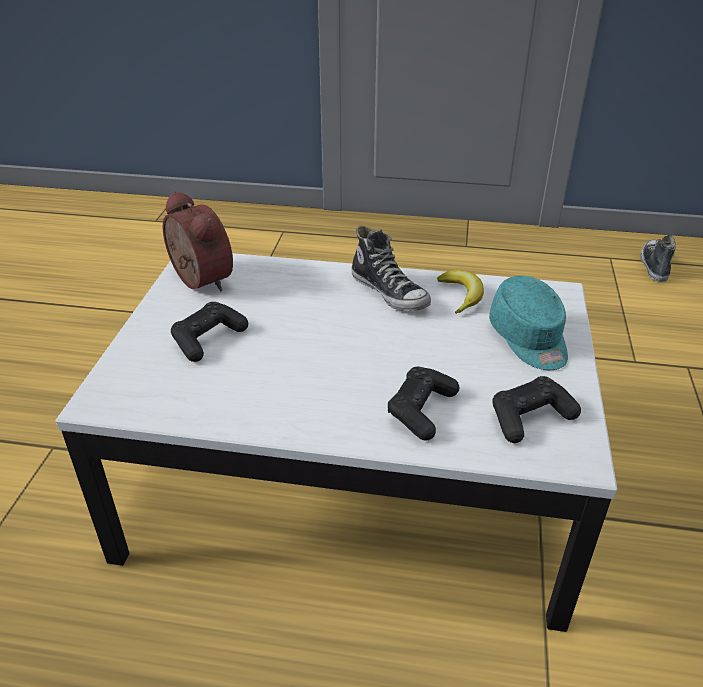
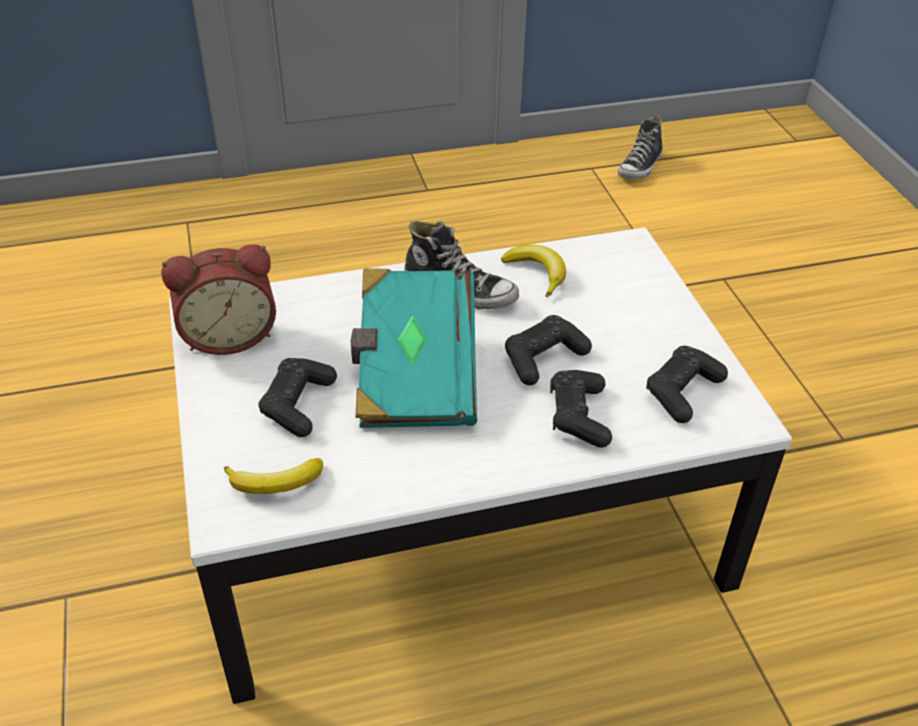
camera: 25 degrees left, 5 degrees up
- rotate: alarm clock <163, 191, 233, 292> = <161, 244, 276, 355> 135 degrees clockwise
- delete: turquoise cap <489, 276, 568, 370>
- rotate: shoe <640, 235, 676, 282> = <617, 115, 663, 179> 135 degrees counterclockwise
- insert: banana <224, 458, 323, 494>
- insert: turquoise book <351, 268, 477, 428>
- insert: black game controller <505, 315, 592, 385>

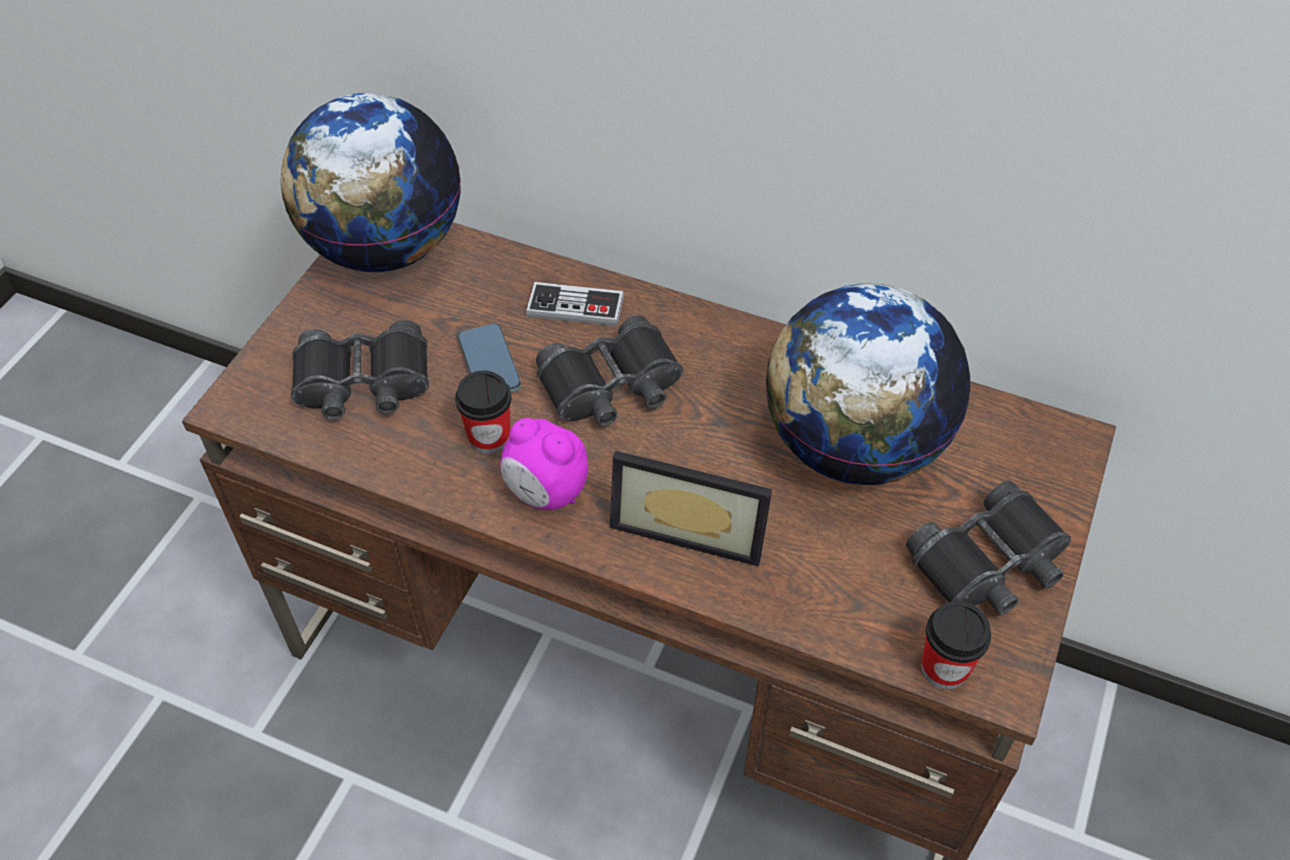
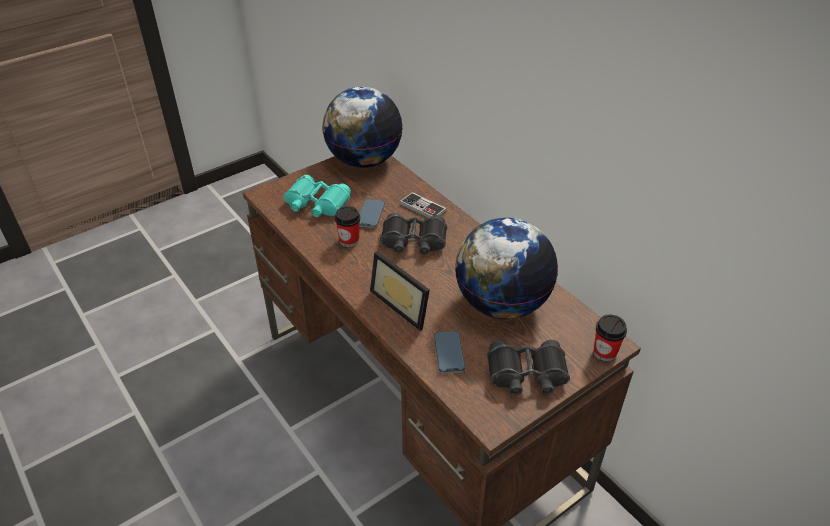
camera: 30 degrees right, 10 degrees down
- recolor: black binoculars <291, 320, 429, 420> to turquoise binoculars <284, 175, 351, 217>
- delete: alarm clock <500, 418, 588, 510>
- move: cup <921, 601, 991, 689> to <594, 315, 627, 361>
- insert: phone <434, 331, 465, 374>

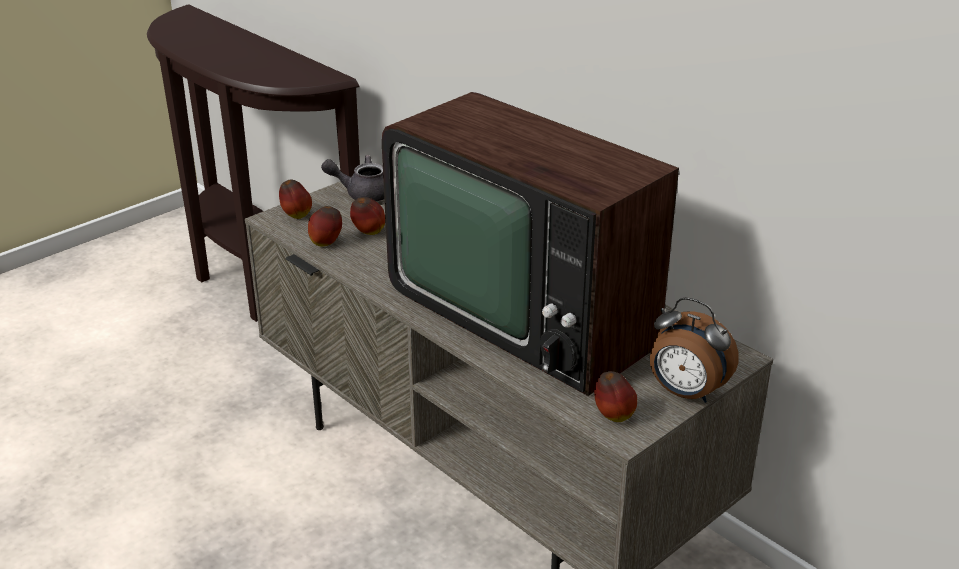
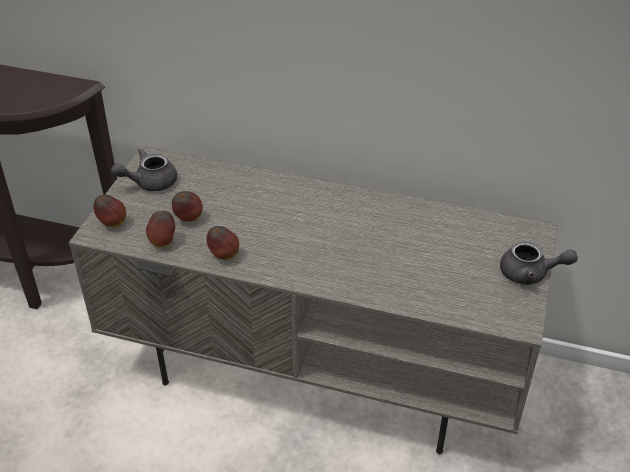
camera: 30 degrees left, 10 degrees up
- delete: television <382, 92, 679, 396>
- move: apple <594, 371, 637, 422> to <206, 226, 239, 260>
- replace: alarm clock <650, 297, 739, 403> to grey teapot <500, 241, 578, 285>

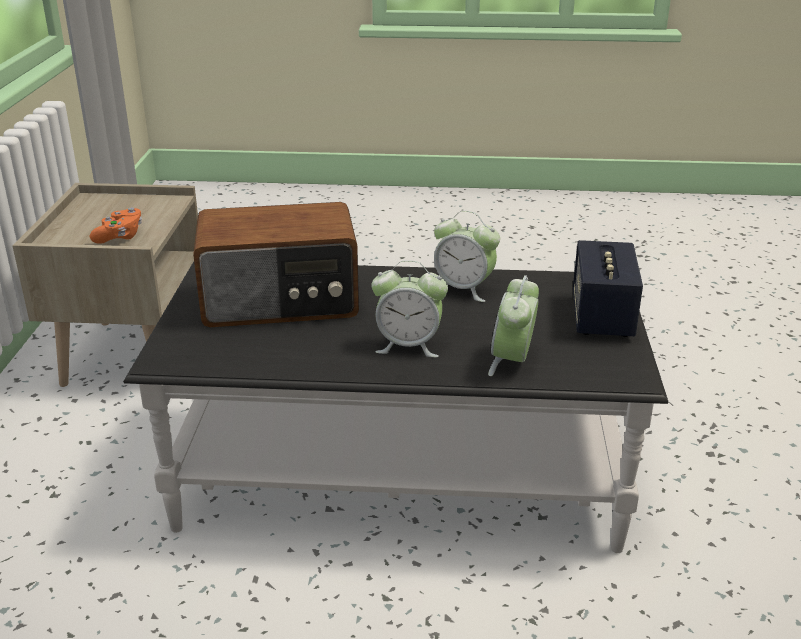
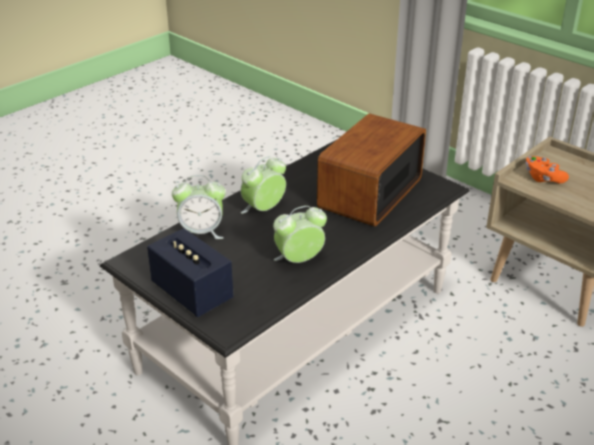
camera: 130 degrees right, 5 degrees up
- rotate: alarm clock <488, 275, 539, 376> = <172, 175, 226, 239> 120 degrees clockwise

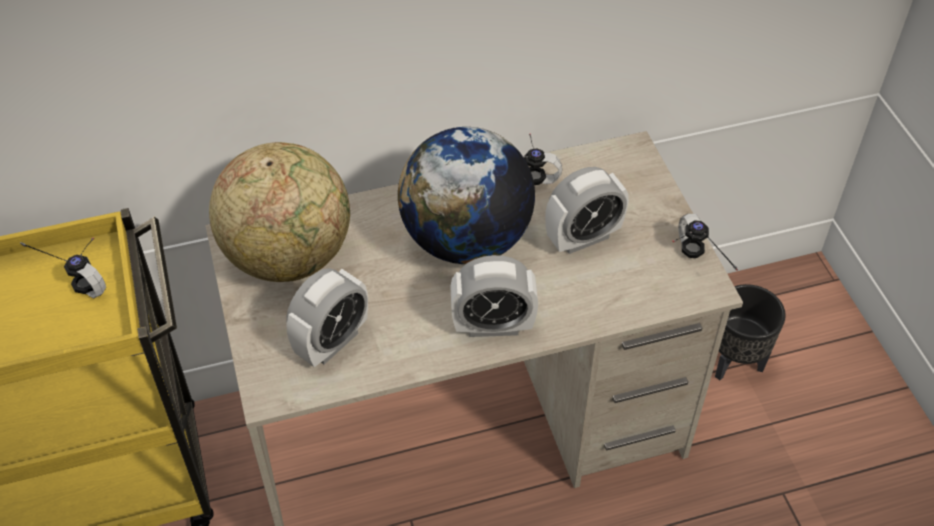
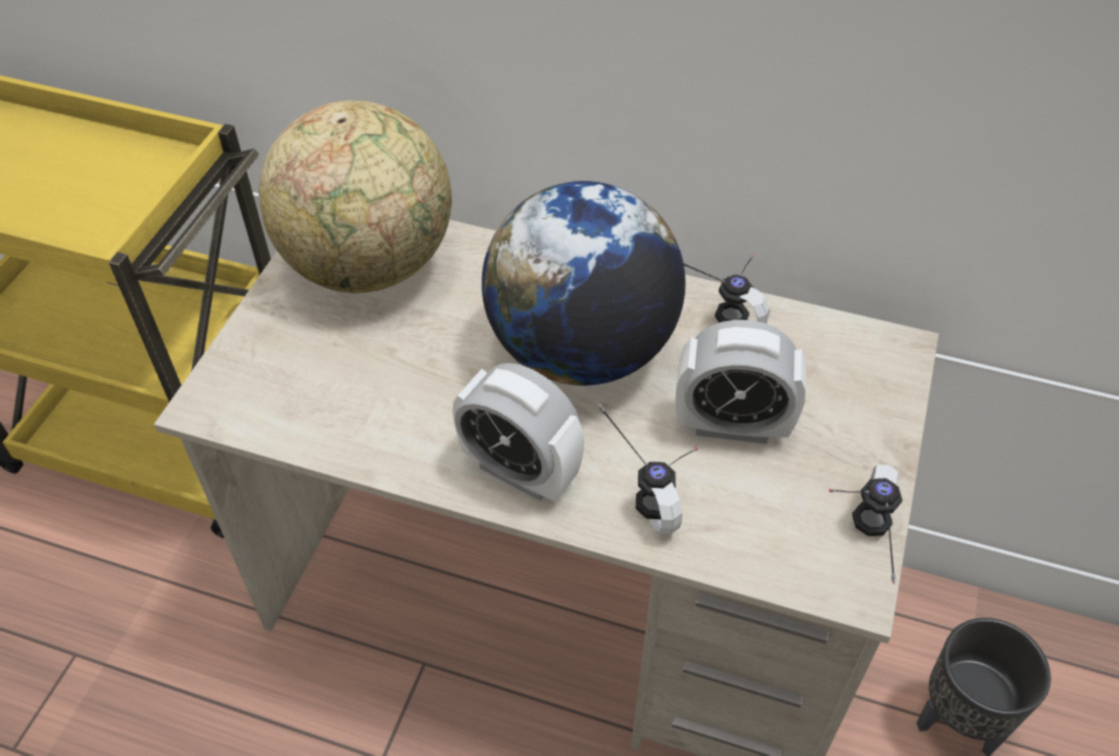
camera: 35 degrees right, 0 degrees up
- move: headphones <20, 237, 106, 298> to <599, 404, 698, 534>
- delete: alarm clock <286, 268, 368, 367>

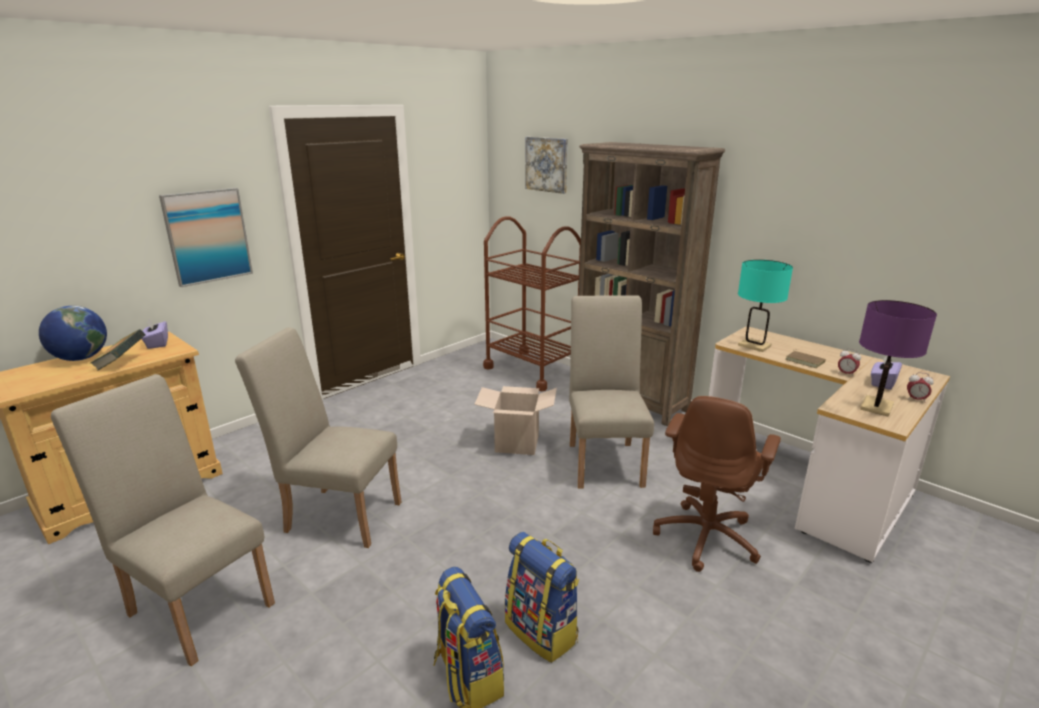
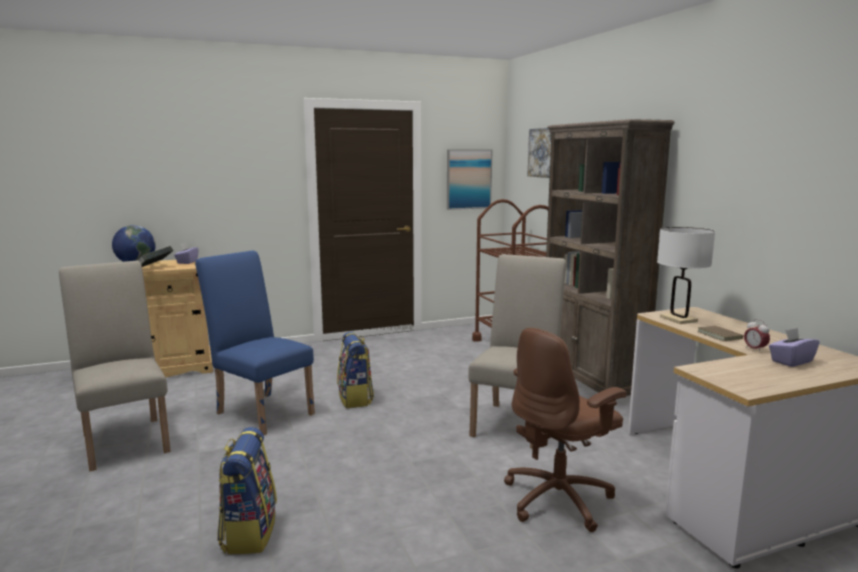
camera: 25 degrees right, 10 degrees down
- move: picture <159, 188, 253, 287> to <447, 149, 493, 210>
- recolor: beige chair <235, 327, 402, 548> to blue chair <195, 250, 315, 435>
- delete: cardboard box <474, 386, 557, 455>
- move: backpack <505, 532, 579, 663> to <337, 332, 374, 408>
- recolor: turquoise table lamp <738, 260, 793, 352> to white table lamp <657, 227, 715, 324>
- delete: purple table lamp <859, 300, 937, 417>
- delete: alarm clock <907, 372, 934, 402>

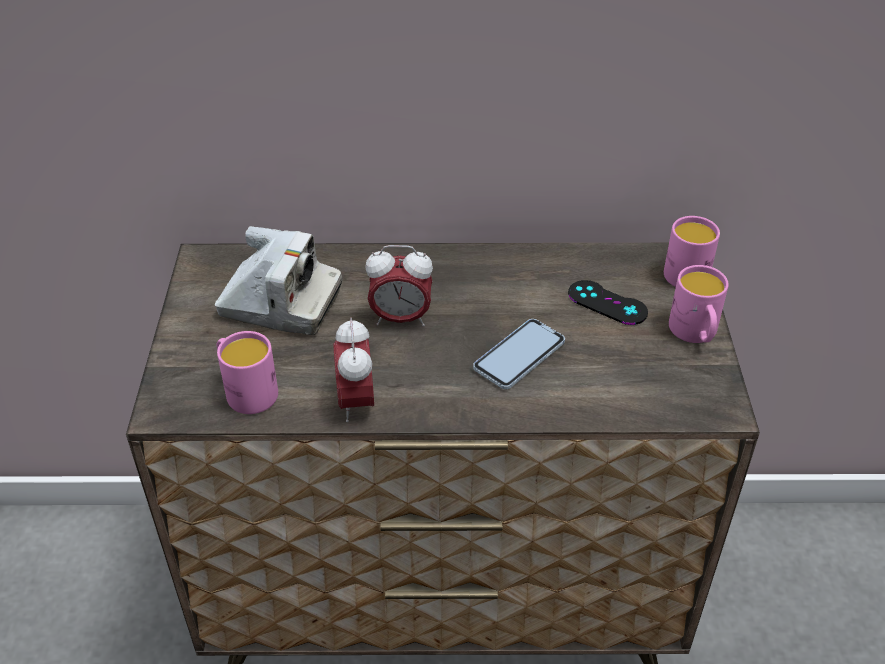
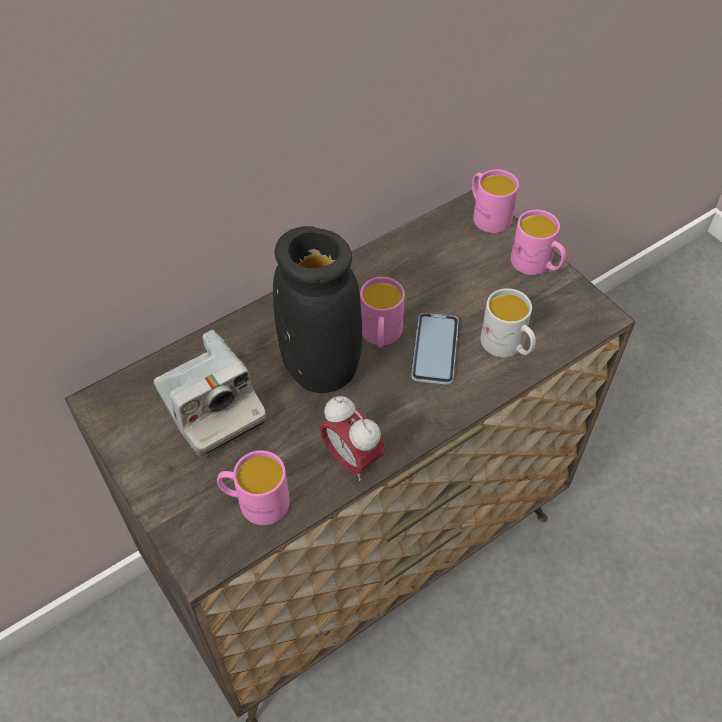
camera: 35 degrees left, 10 degrees up
- rotate: photo camera <215, 226, 342, 335> = <154, 330, 266, 458> 75 degrees clockwise
- replace: alarm clock <365, 245, 433, 326> to black vase <273, 226, 362, 393>
- delete: black game controller <568, 280, 648, 325>
- insert: pink mug <360, 277, 405, 347>
- insert: white mug <481, 288, 536, 357>

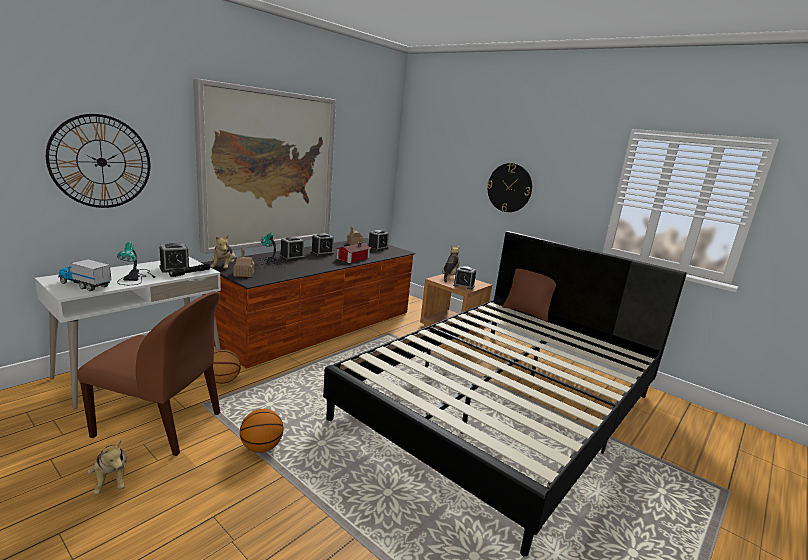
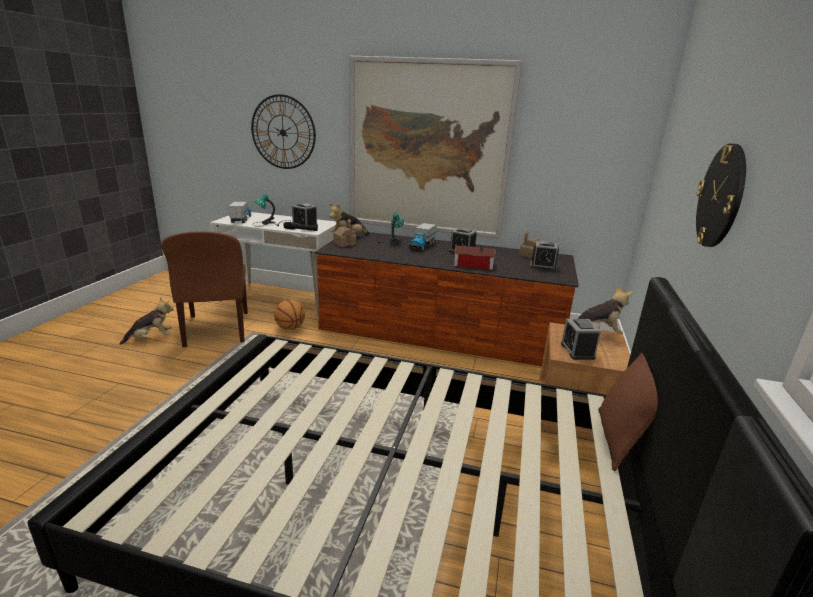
camera: 65 degrees right, 5 degrees up
- rotate: plush toy <87, 440, 127, 494> = <119, 297, 174, 345> 150 degrees counterclockwise
- delete: basketball <240, 409, 284, 453>
- replace: alarm clock <280, 237, 305, 261> to toy truck <409, 223, 436, 251>

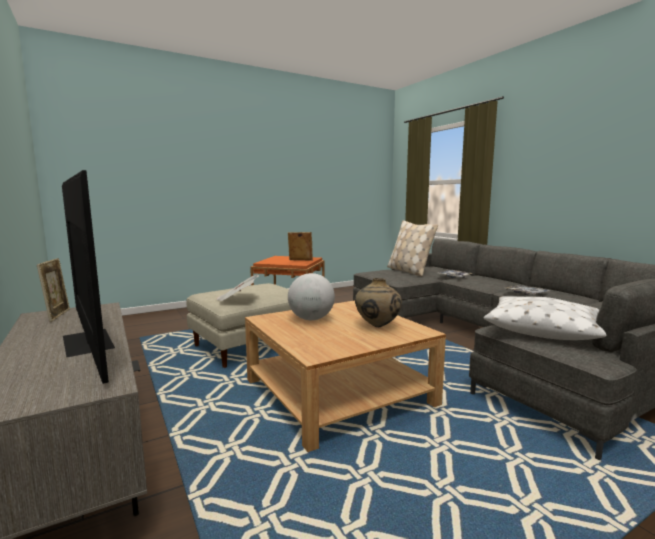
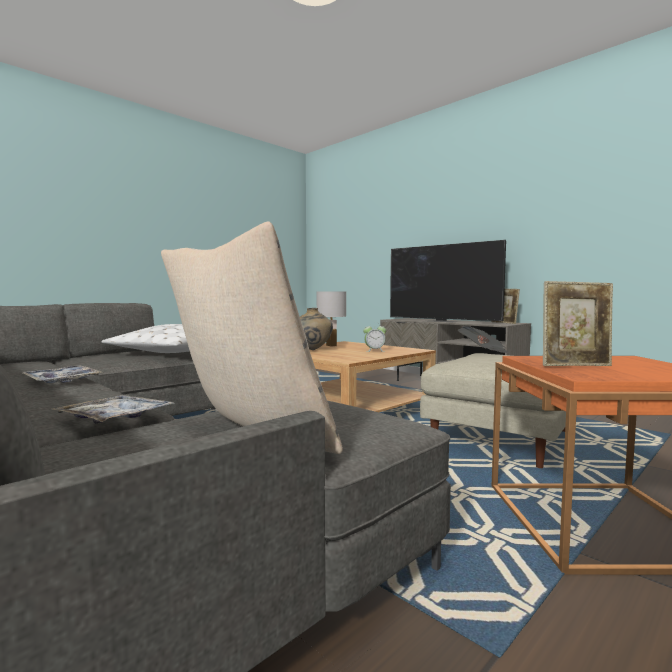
camera: 165 degrees right, 5 degrees down
- replace: globe <288, 273, 335, 320> to alarm clock <363, 322, 386, 352>
- insert: white table lamp <317, 291, 346, 346>

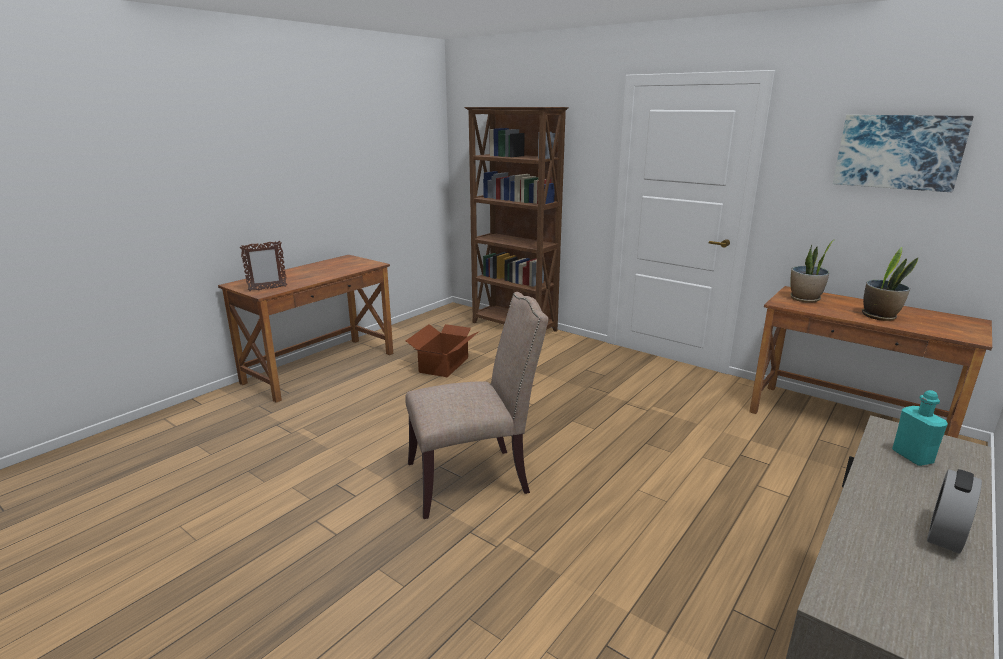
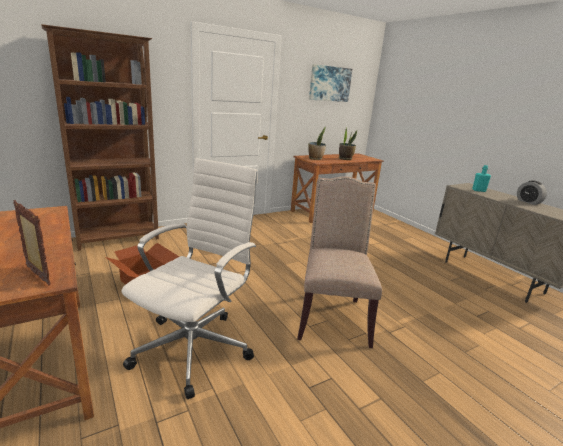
camera: 70 degrees left, 0 degrees up
- rotate: picture frame <240, 241, 287, 291> = <13, 200, 51, 286> 45 degrees counterclockwise
- insert: white office chair <121, 158, 258, 399>

